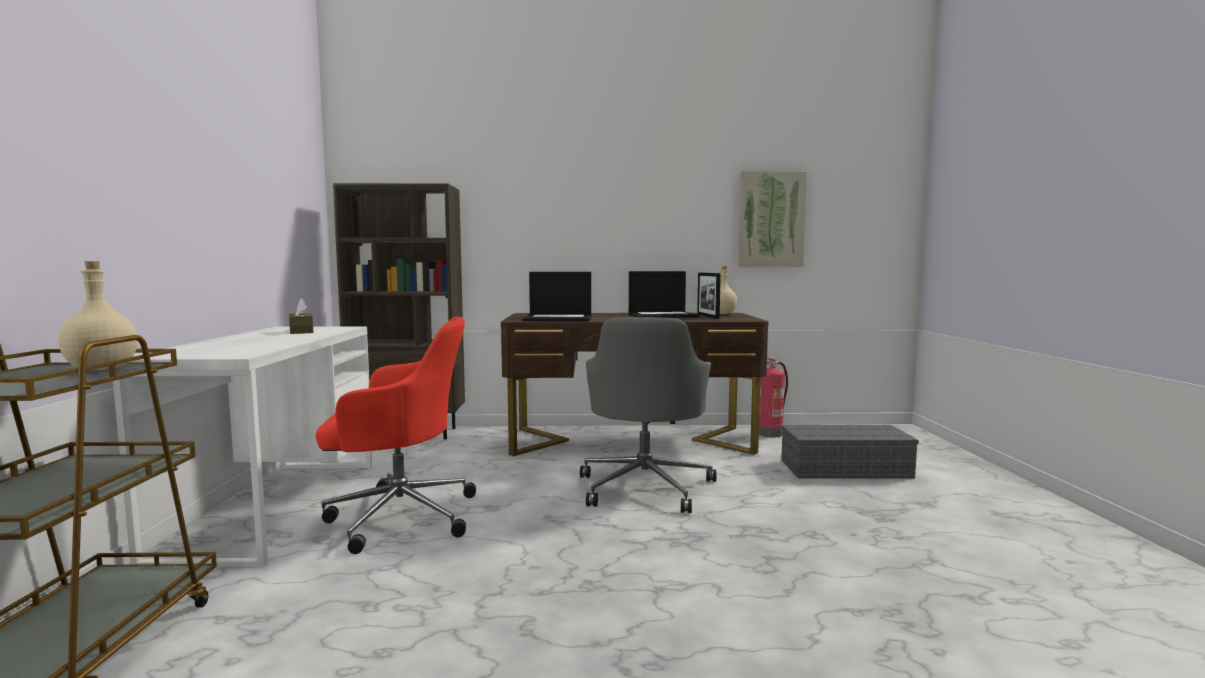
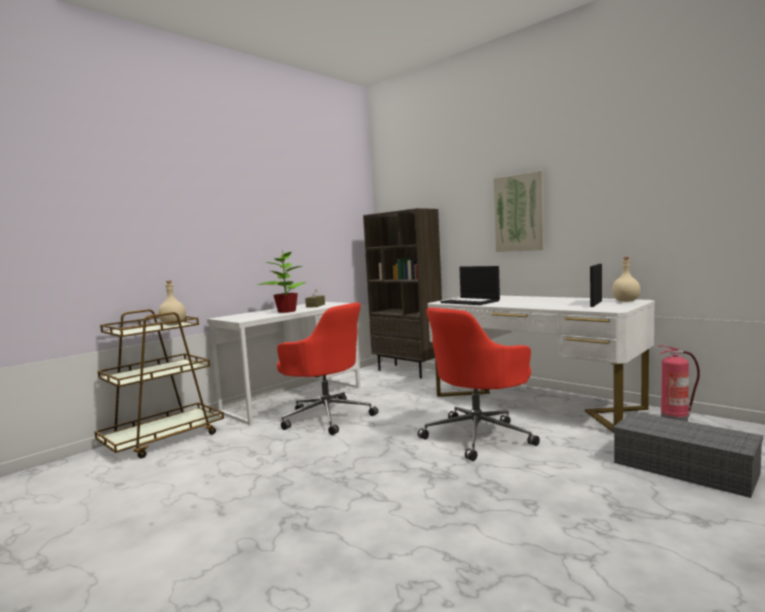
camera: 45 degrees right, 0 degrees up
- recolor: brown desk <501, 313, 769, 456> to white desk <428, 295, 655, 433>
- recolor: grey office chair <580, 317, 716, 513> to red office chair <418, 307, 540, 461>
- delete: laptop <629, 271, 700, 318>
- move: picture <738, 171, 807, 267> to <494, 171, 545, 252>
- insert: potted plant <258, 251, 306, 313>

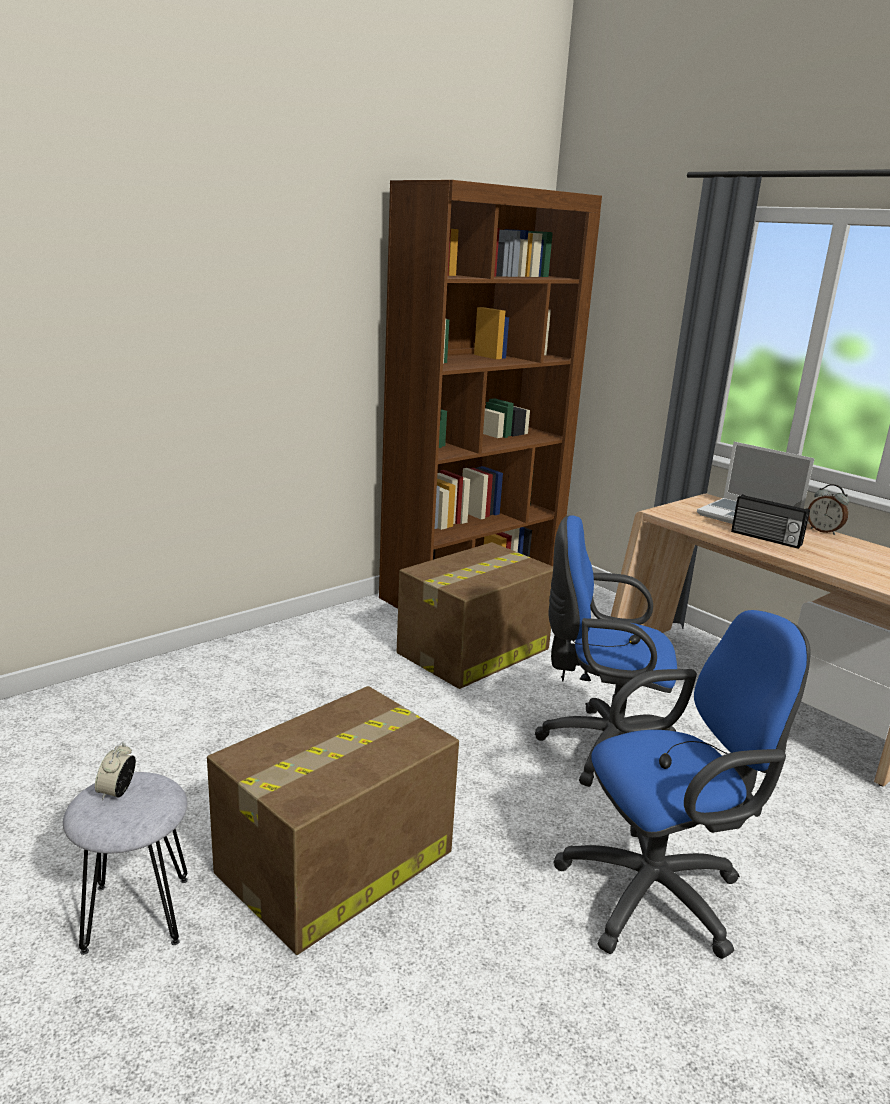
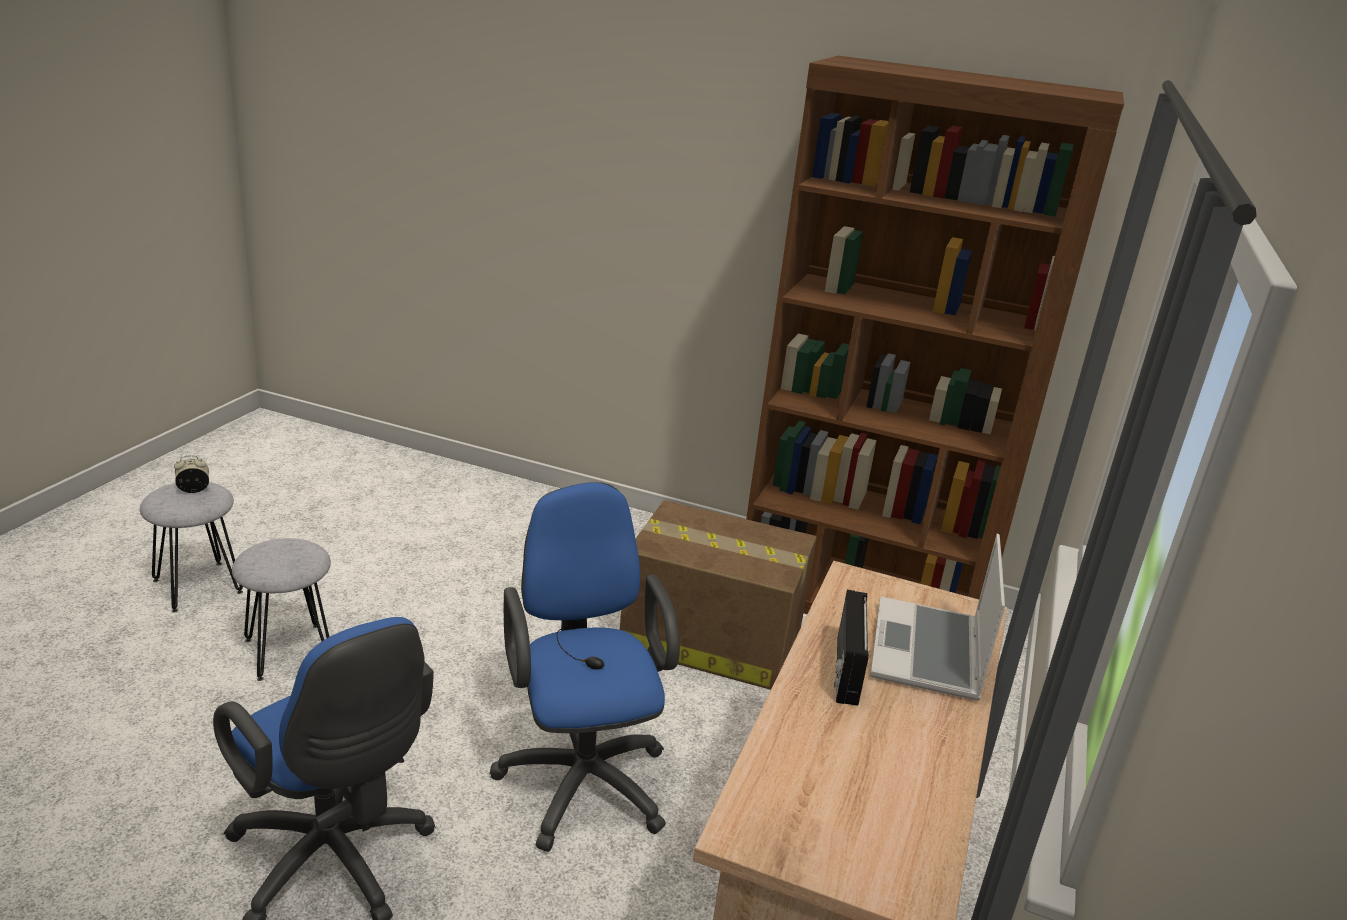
camera: 60 degrees right, 5 degrees up
- replace: cardboard box <207, 686, 459, 955> to grey stool <232, 538, 331, 681>
- delete: alarm clock <808, 484, 849, 535>

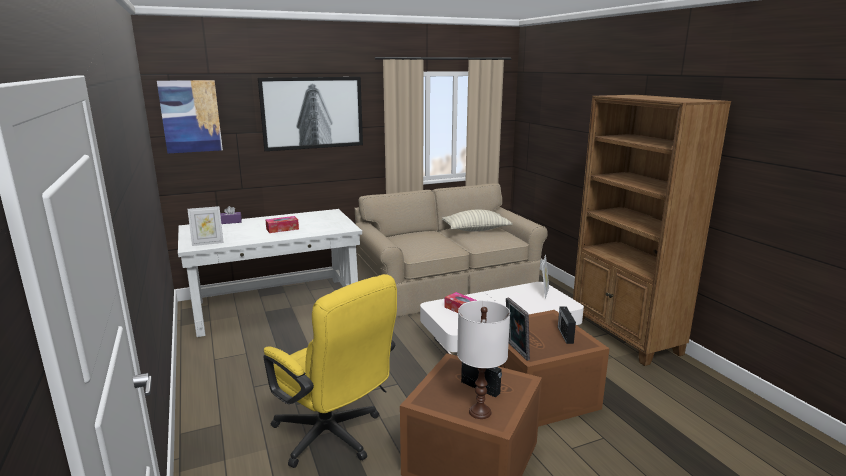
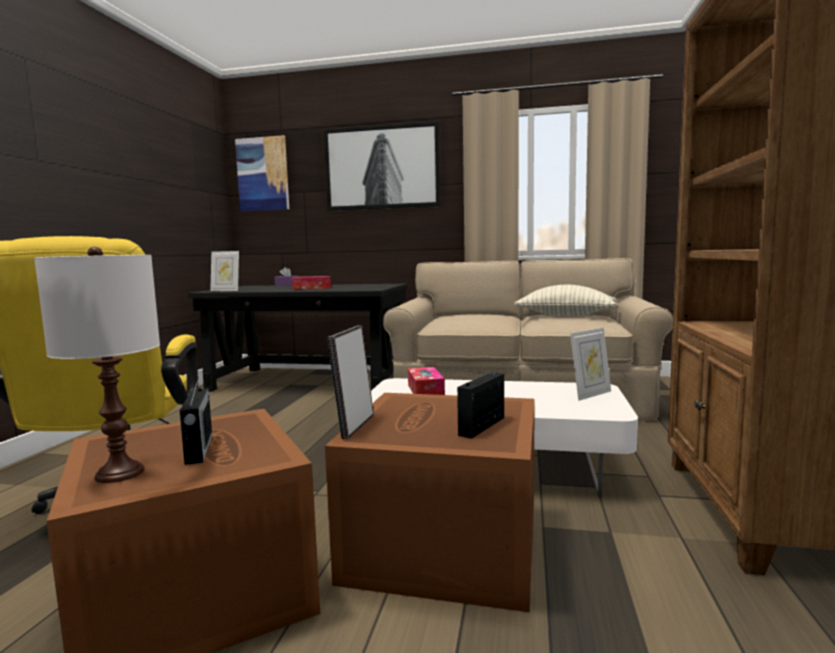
camera: 35 degrees right, 10 degrees down
- recolor: white desk <178, 209, 362, 337> to black desk <188, 284, 408, 392>

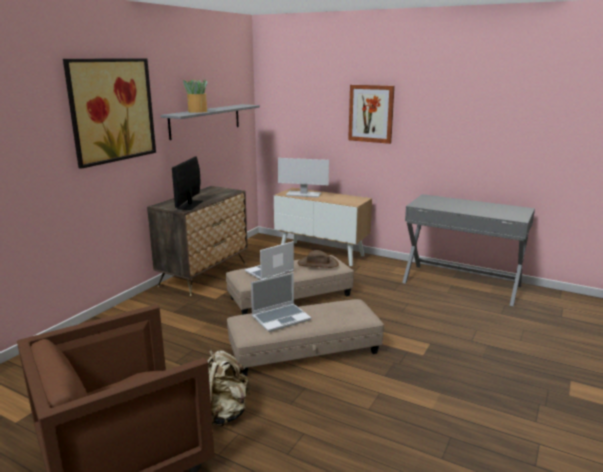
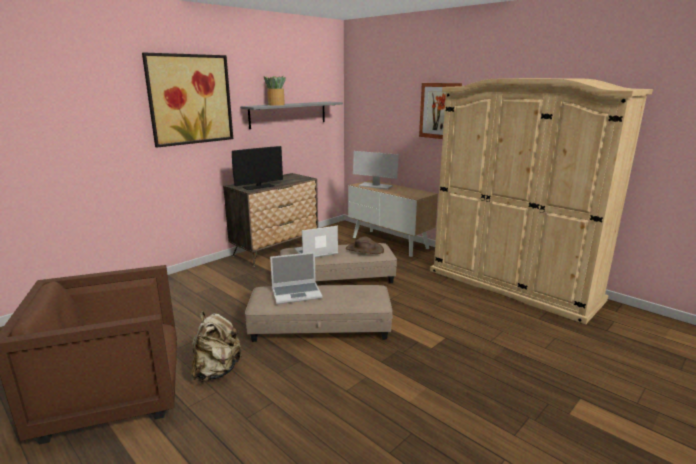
camera: 15 degrees right, 0 degrees up
- rotate: monitor <172, 157, 203, 210> = <232, 146, 283, 190> 150 degrees counterclockwise
- replace: grey desk <402, 194, 535, 306> to beige wardrobe <430, 78, 653, 324>

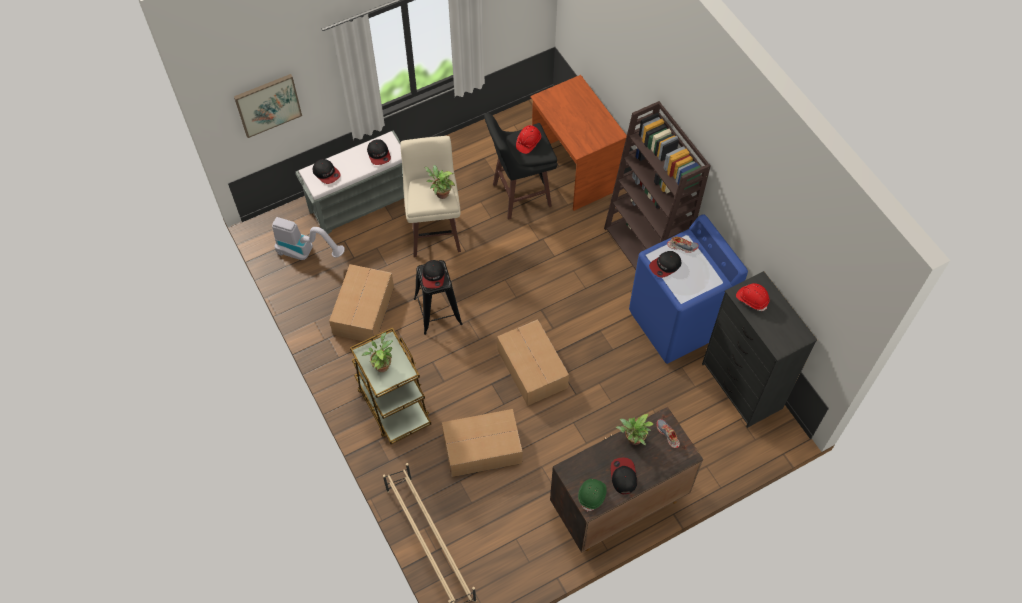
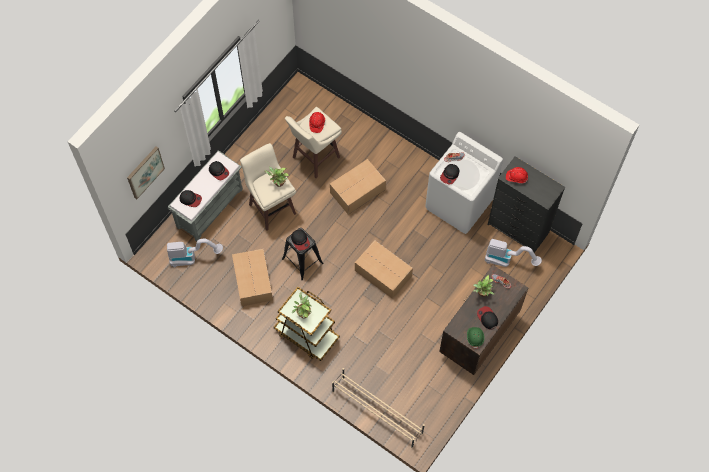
camera: 25 degrees left, 5 degrees up
- move: cardboard box <442, 409, 523, 477> to <330, 159, 386, 215>
- recolor: black stool <484, 113, 557, 220> to beige stool <285, 107, 342, 178>
- delete: brown desk <530, 75, 627, 211>
- delete: brown bookcase <604, 101, 711, 270>
- recolor: blue washing machine <629, 214, 748, 364> to white washing machine <425, 132, 503, 234>
- insert: vacuum cleaner <485, 239, 542, 267>

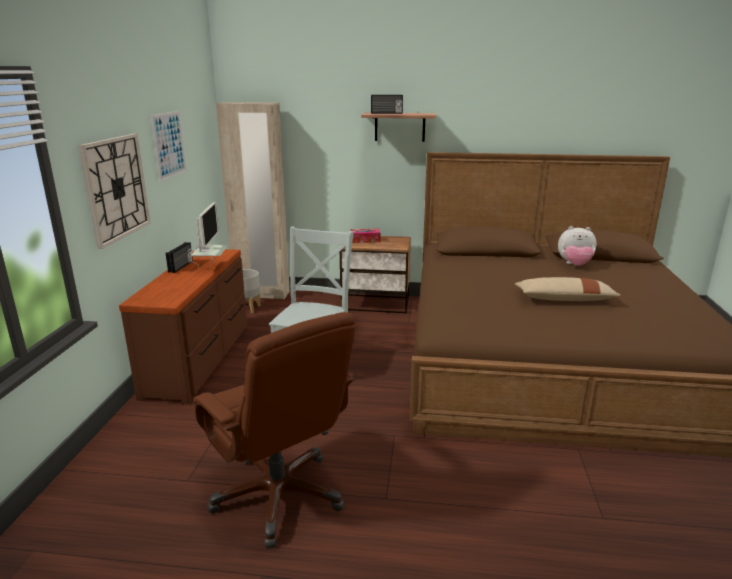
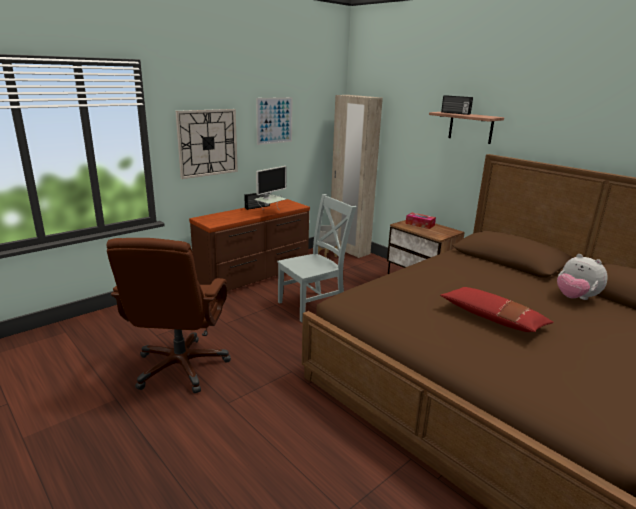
camera: 40 degrees right, 0 degrees up
- recolor: beige pillow <515, 277, 621, 301> to red pillow <440, 287, 554, 332>

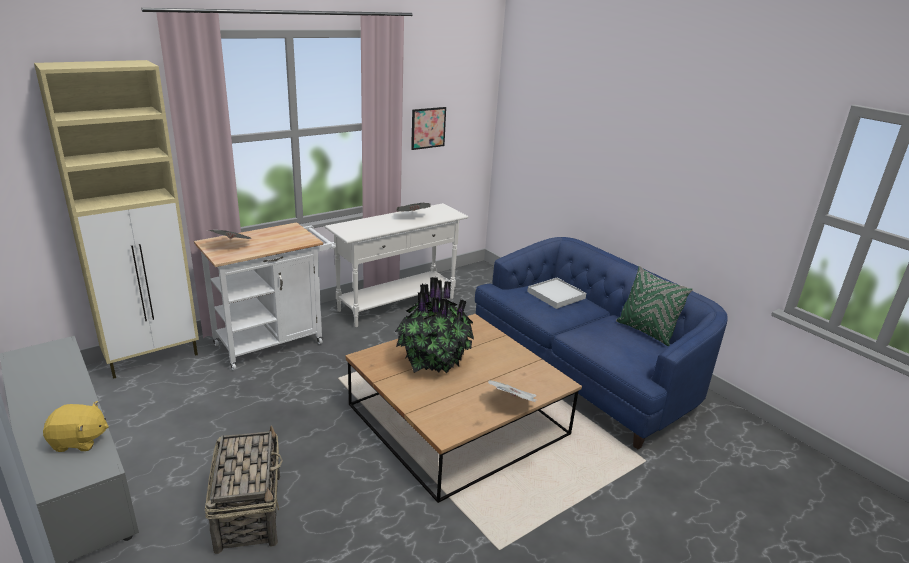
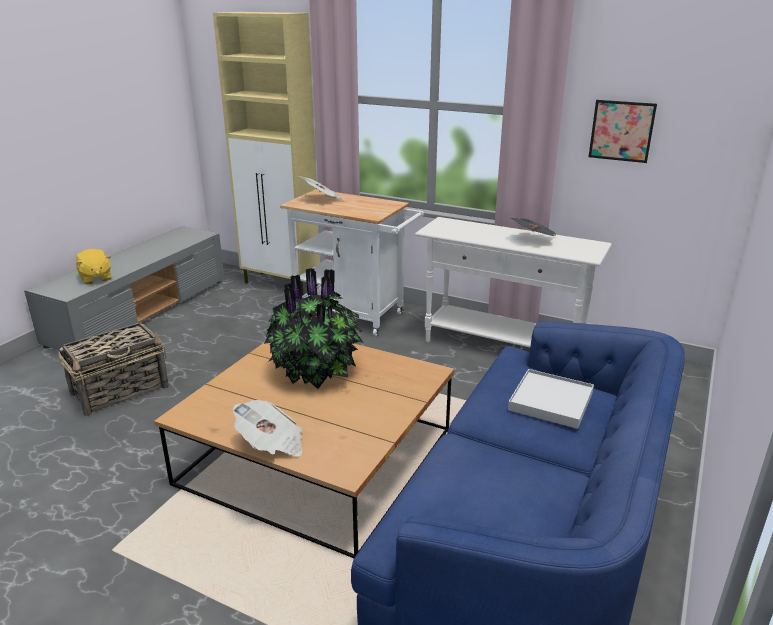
camera: 65 degrees right, 0 degrees up
- delete: green pillow <616, 266, 693, 346>

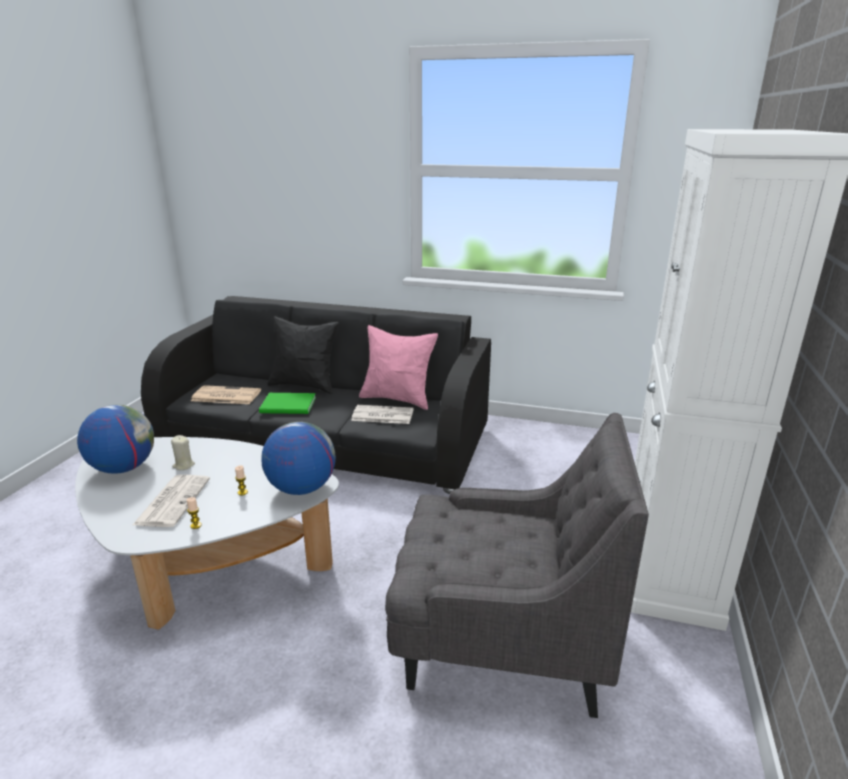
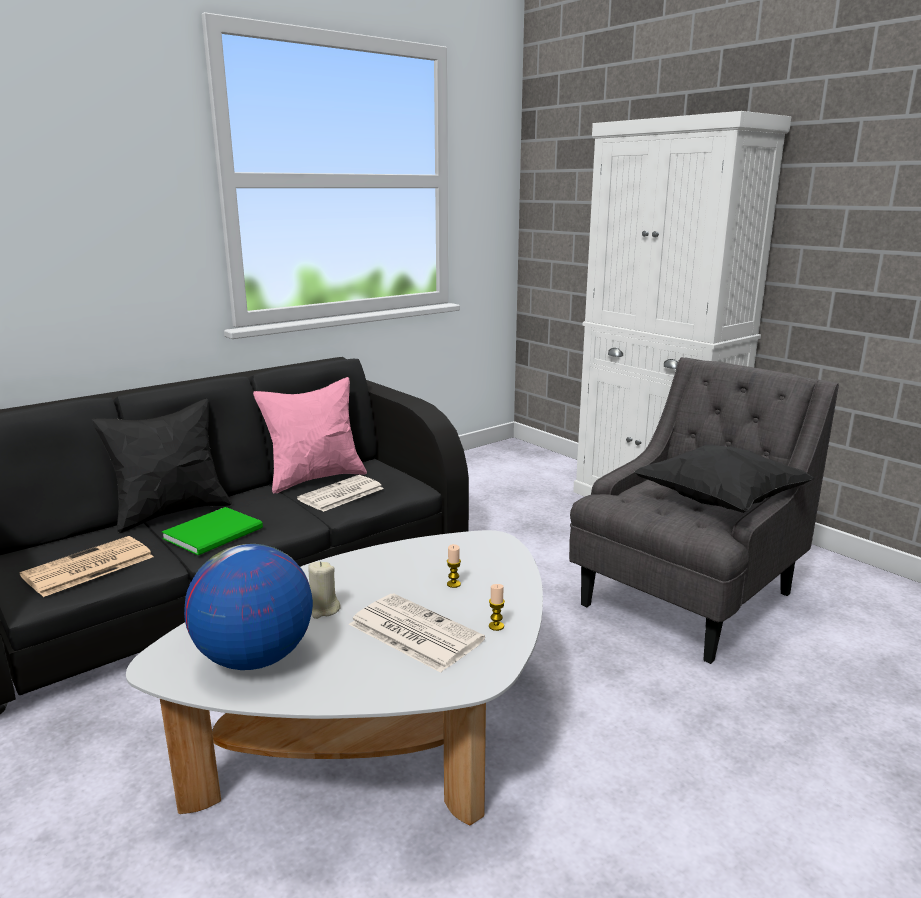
camera: 55 degrees left, 5 degrees down
- delete: globe <262, 422, 336, 495>
- insert: black pillow <634, 444, 815, 513>

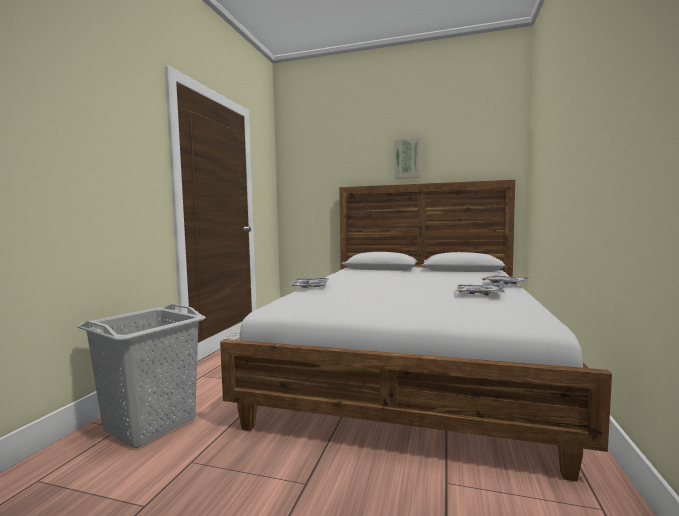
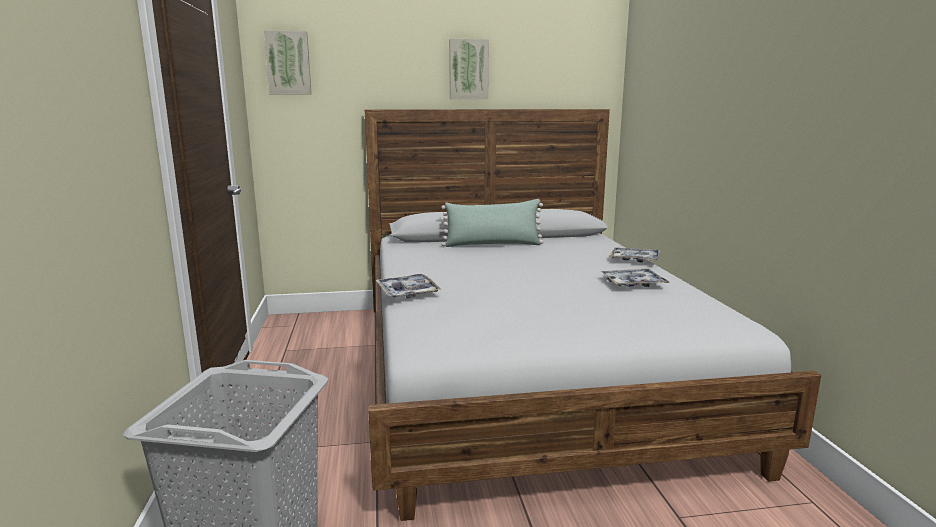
camera: 25 degrees left, 10 degrees up
- insert: picture <264, 30, 312, 95>
- insert: green pillow <441, 199, 544, 247>

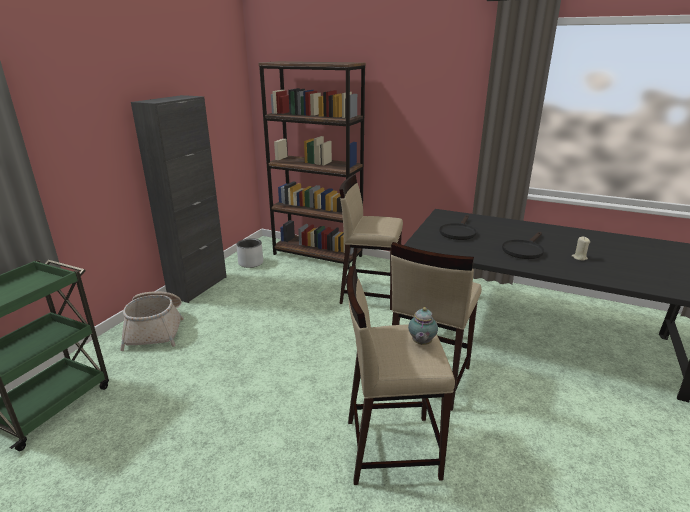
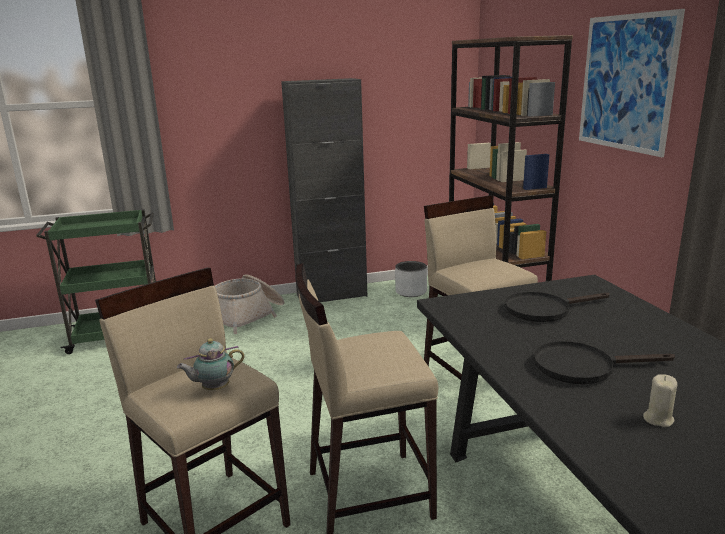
camera: 50 degrees right, 5 degrees down
- insert: picture <579, 9, 685, 157>

